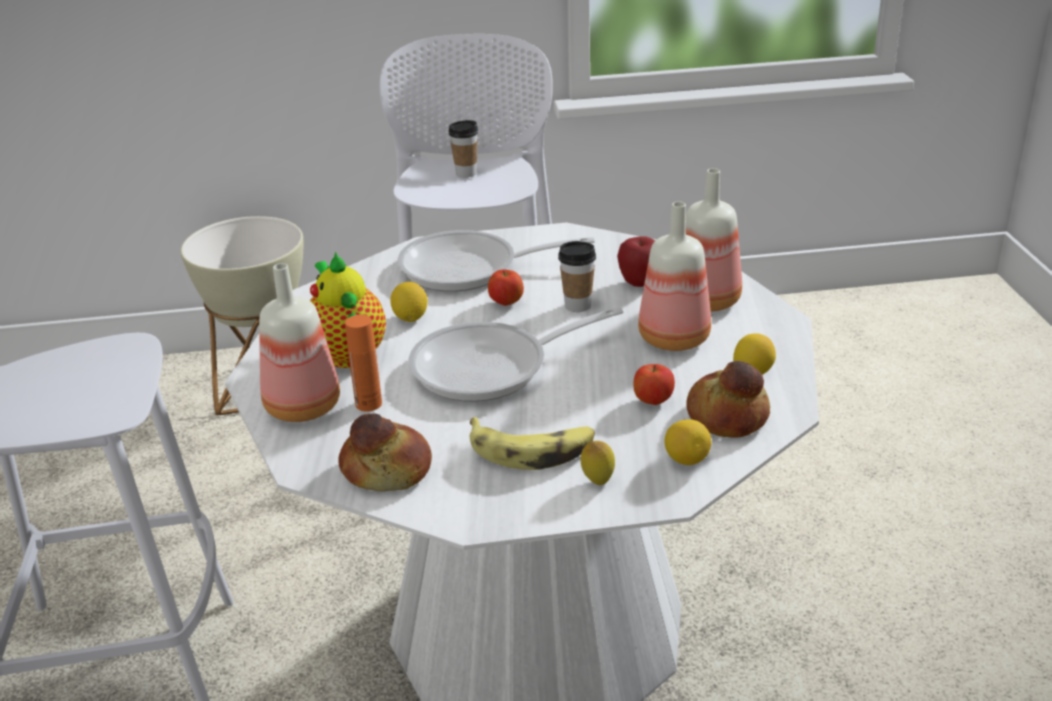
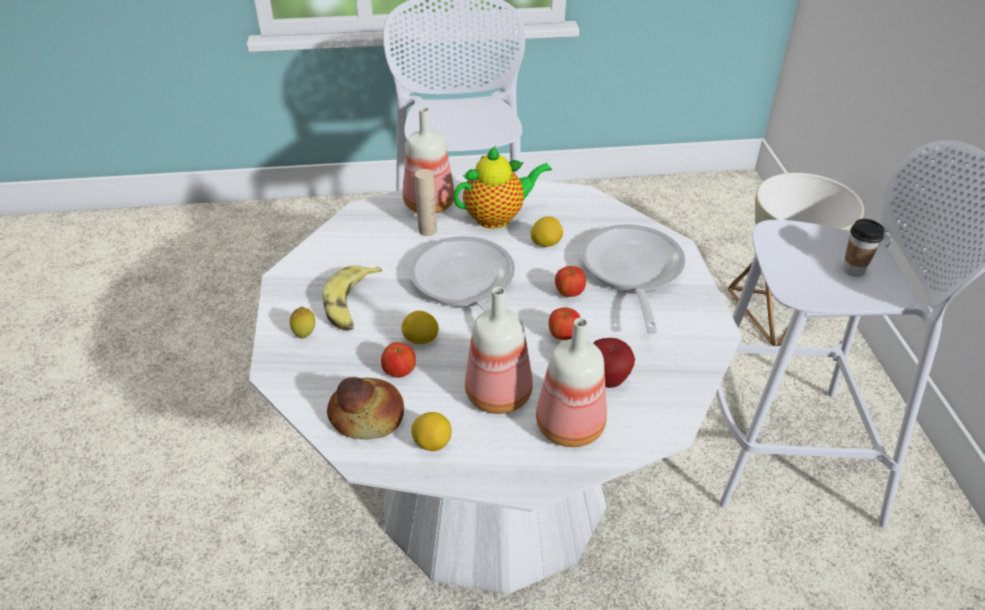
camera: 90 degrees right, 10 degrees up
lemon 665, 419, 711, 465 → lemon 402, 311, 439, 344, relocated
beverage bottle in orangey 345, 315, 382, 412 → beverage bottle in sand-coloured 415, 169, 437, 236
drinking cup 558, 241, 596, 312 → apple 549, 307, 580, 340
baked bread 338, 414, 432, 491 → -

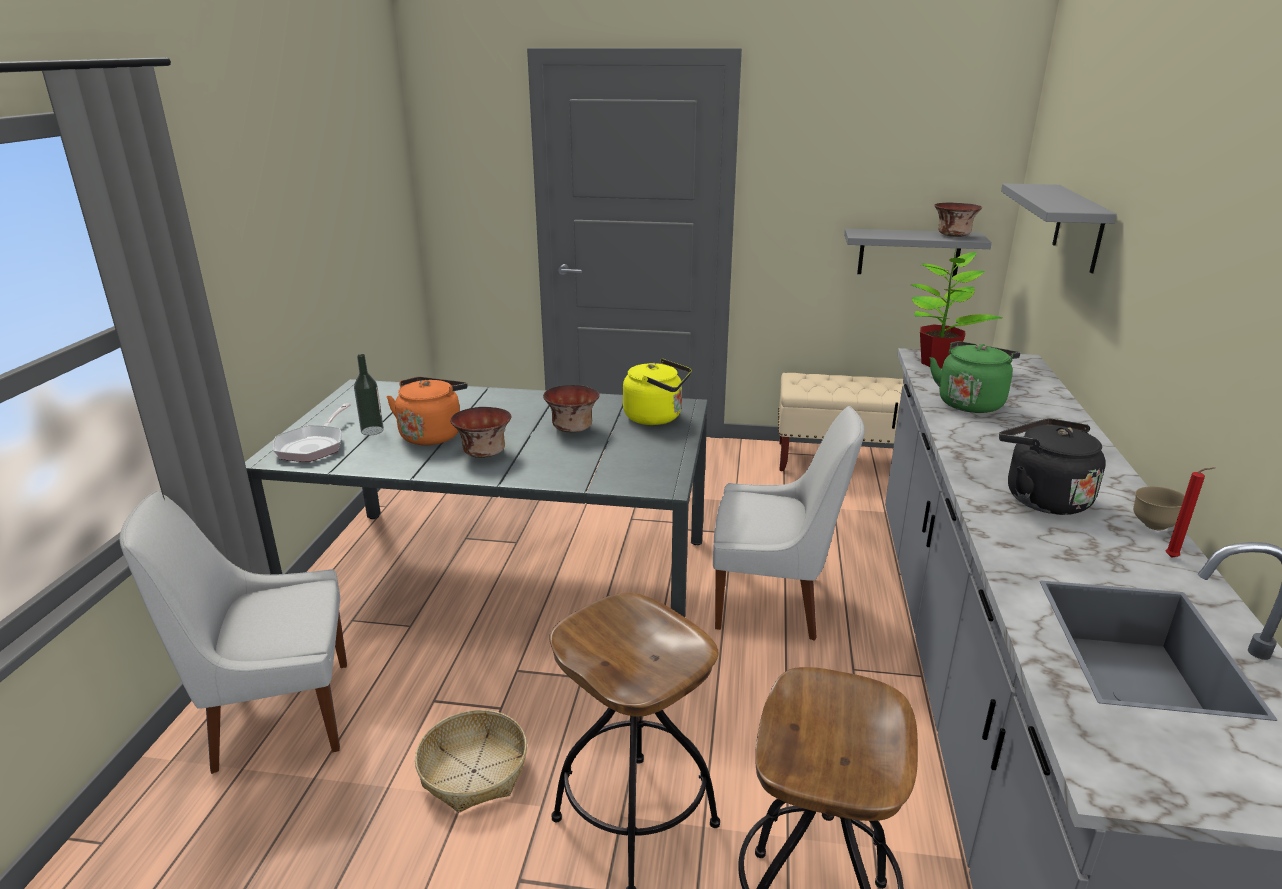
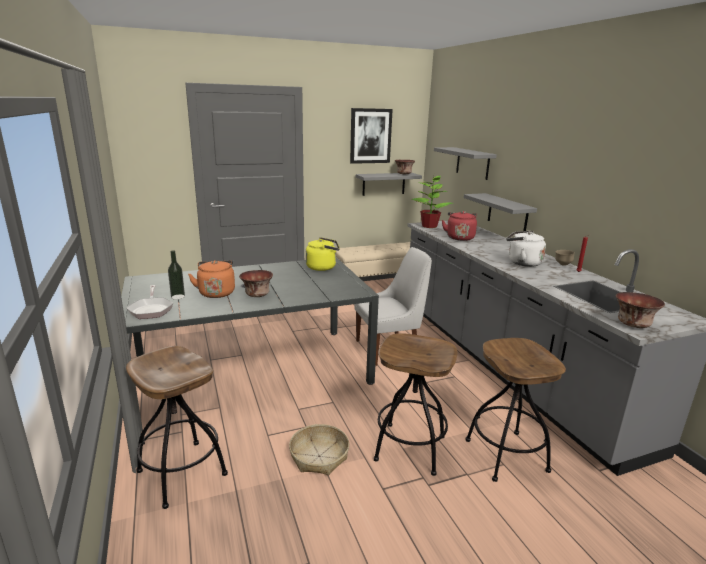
camera: 30 degrees left, 5 degrees down
plain chair in white 120, 491, 347, 774 → stool in brown 126, 346, 228, 509
- → wall art 350, 108, 393, 164
tea kettle in green-coloured 930, 341, 1020, 413 → tea kettle in red-coloured 442, 211, 477, 241
- → wall shelf in greyish 464, 193, 537, 231
tea kettle in black-coloured 999, 419, 1106, 515 → tea kettle in white 506, 231, 546, 267
serving bowl 543, 385, 600, 432 → serving bowl 616, 292, 665, 328, relocated

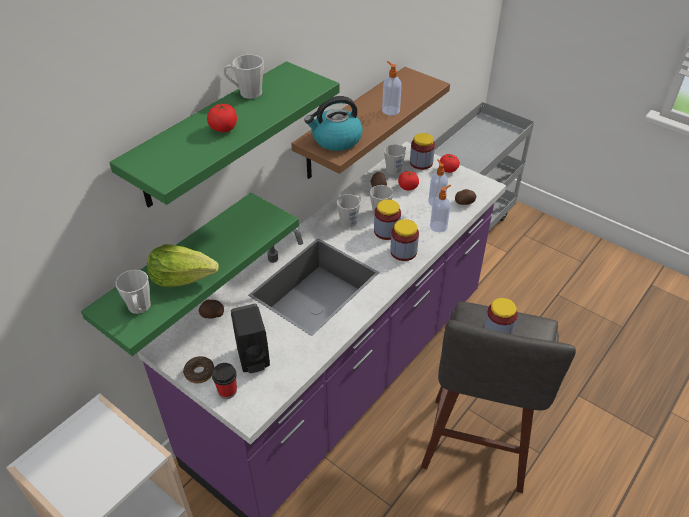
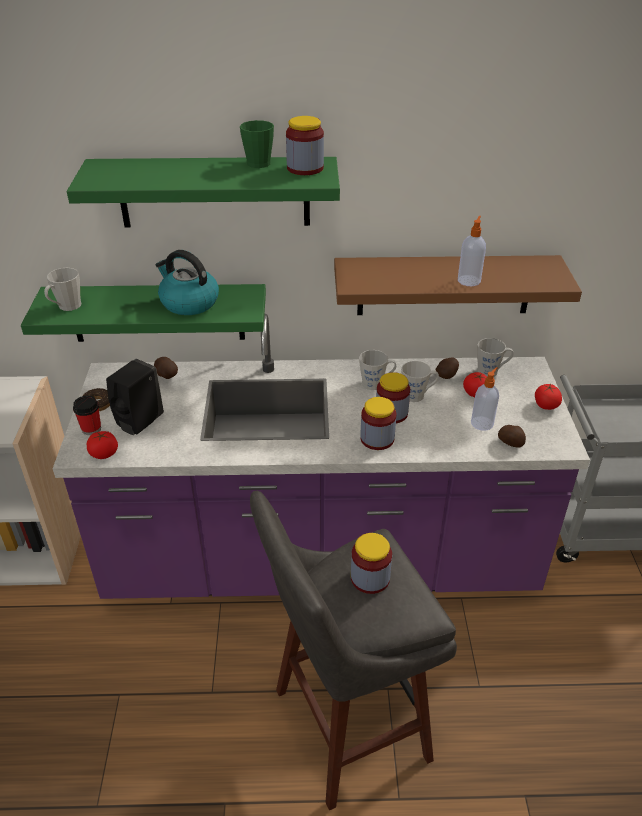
camera: 50 degrees right, 5 degrees down
fresh tomato 207, 103, 237, 132 → fresh tomato 87, 431, 118, 459, relocated
tea kettle 304, 96, 363, 151 → tea kettle 156, 250, 219, 315, relocated
coffee mug in greyish 224, 55, 264, 99 → coffee mug in green-coloured 240, 120, 274, 168
jar 410, 133, 435, 170 → jar 286, 116, 324, 175, relocated
lettuce 147, 244, 219, 287 → -
liquid soap bottle 430, 185, 451, 232 → -

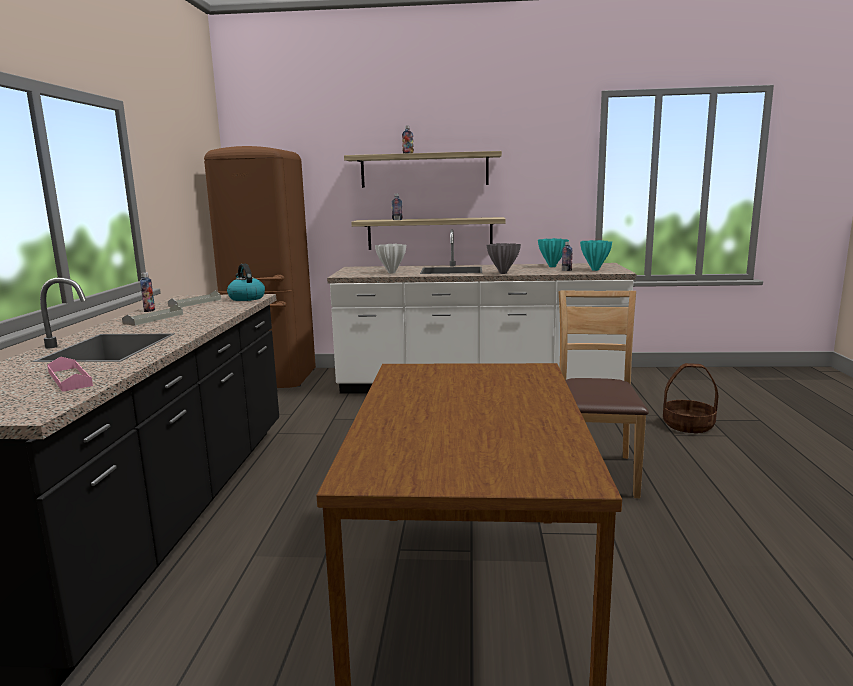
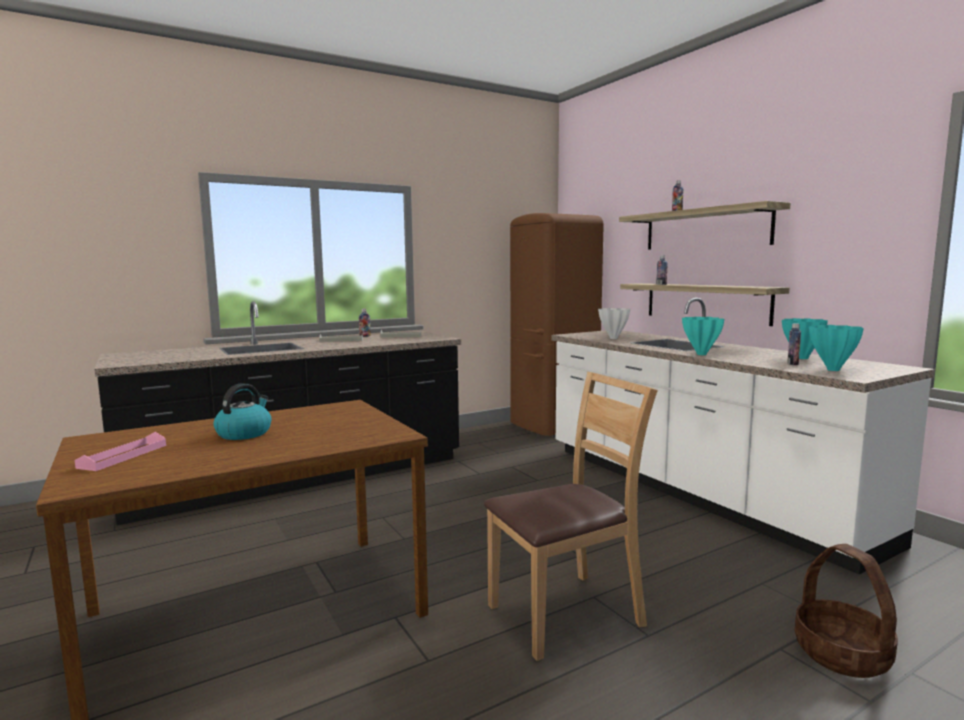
camera: 55 degrees right, 5 degrees down
serving tray in pinkish 47, 357, 93, 392 → serving tray in pinkish 75, 432, 166, 471, relocated
tea kettle 227, 264, 265, 301 → tea kettle 214, 383, 271, 440, relocated
vase in greyish 487, 243, 521, 274 → vase in turquoise-coloured 682, 317, 724, 355

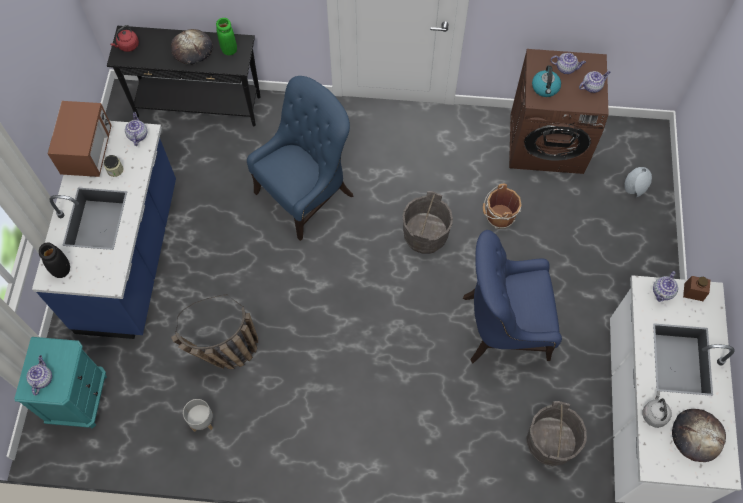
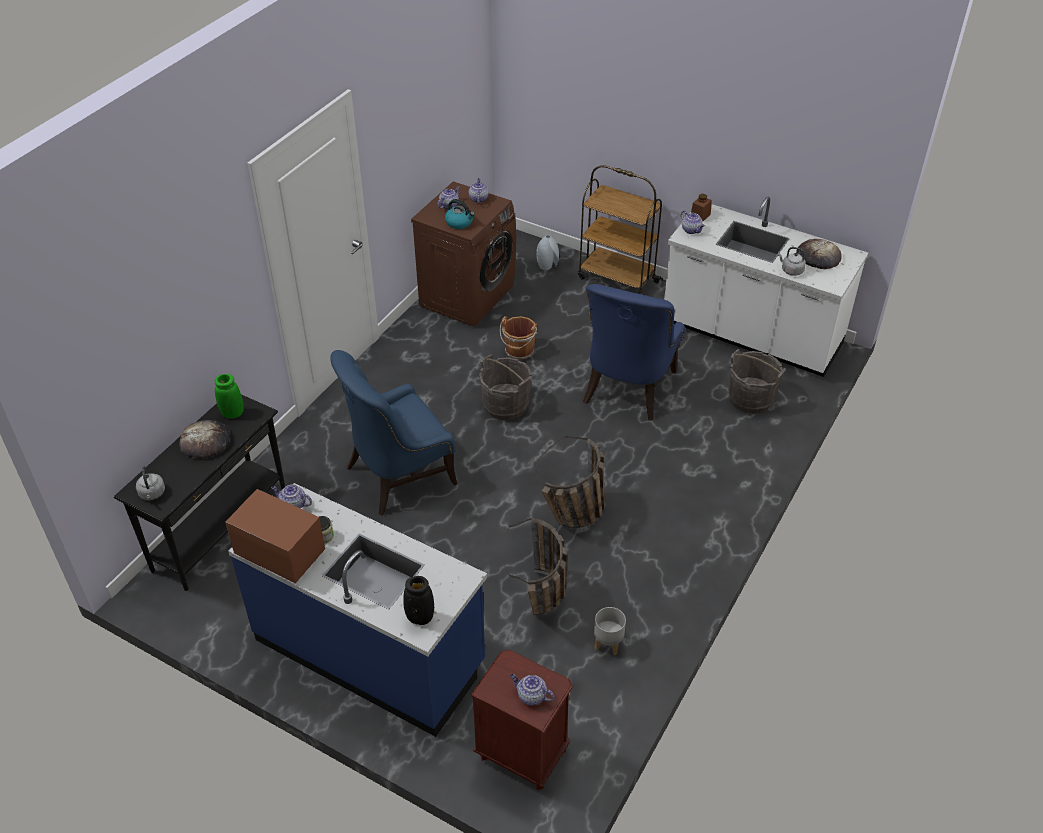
camera: 65 degrees left, 20 degrees down
tea kettle in red-coloured 110, 25, 139, 52 → tea kettle in greyish 136, 466, 165, 500
plain chair in bluish 247, 76, 354, 241 → plain chair in bluish 330, 350, 457, 516, 105 degrees counterclockwise
night table in turquoise-coloured 14, 337, 107, 429 → night table in brown 471, 650, 573, 790
- → basket 535, 436, 605, 528
- → trolley in brown 578, 165, 663, 295

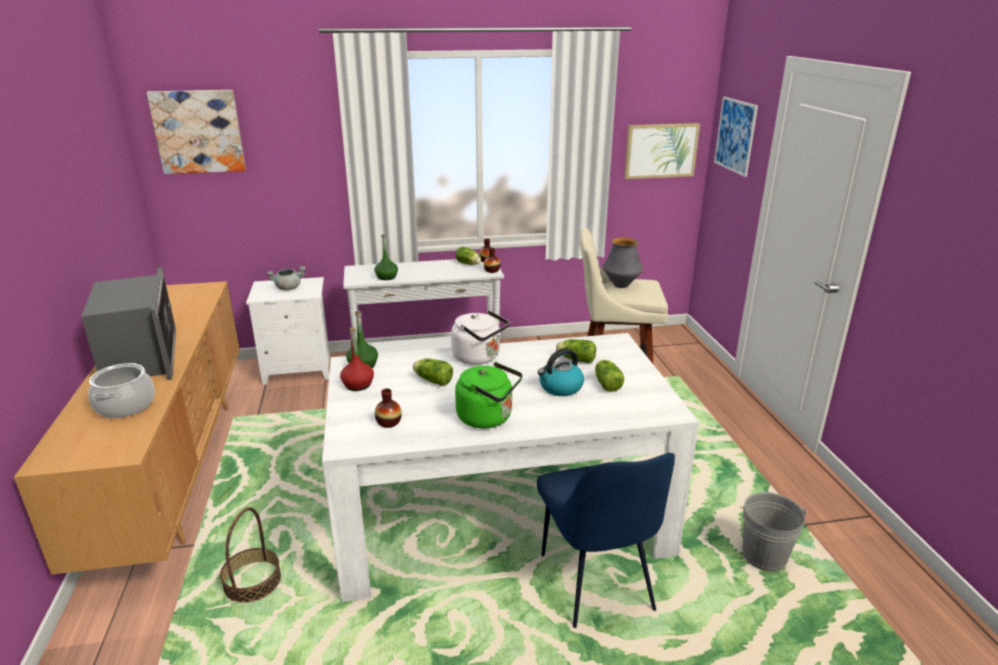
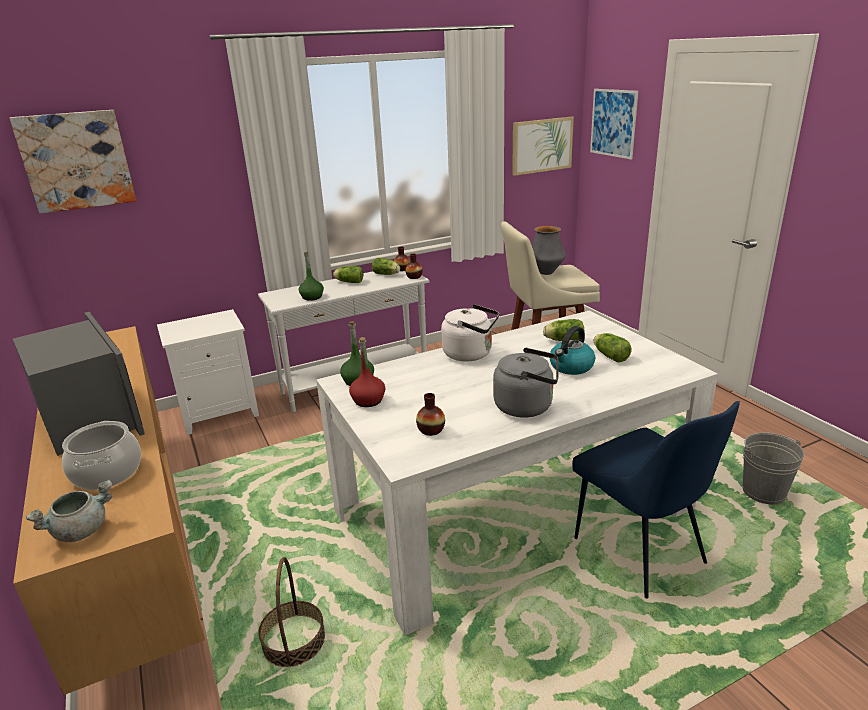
camera: 15 degrees left, 0 degrees up
cooking pot in greyish 267, 266, 305, 291 → cooking pot in greyish 26, 479, 112, 542, relocated
lettuce 413, 358, 453, 386 → lettuce 333, 266, 363, 283, relocated
tea kettle in green-coloured 455, 362, 523, 428 → tea kettle in greyish 493, 348, 558, 418

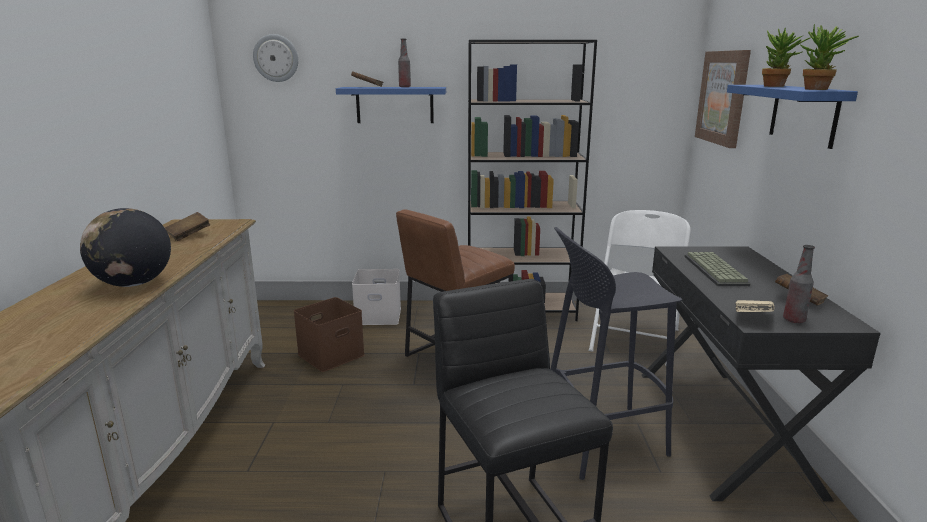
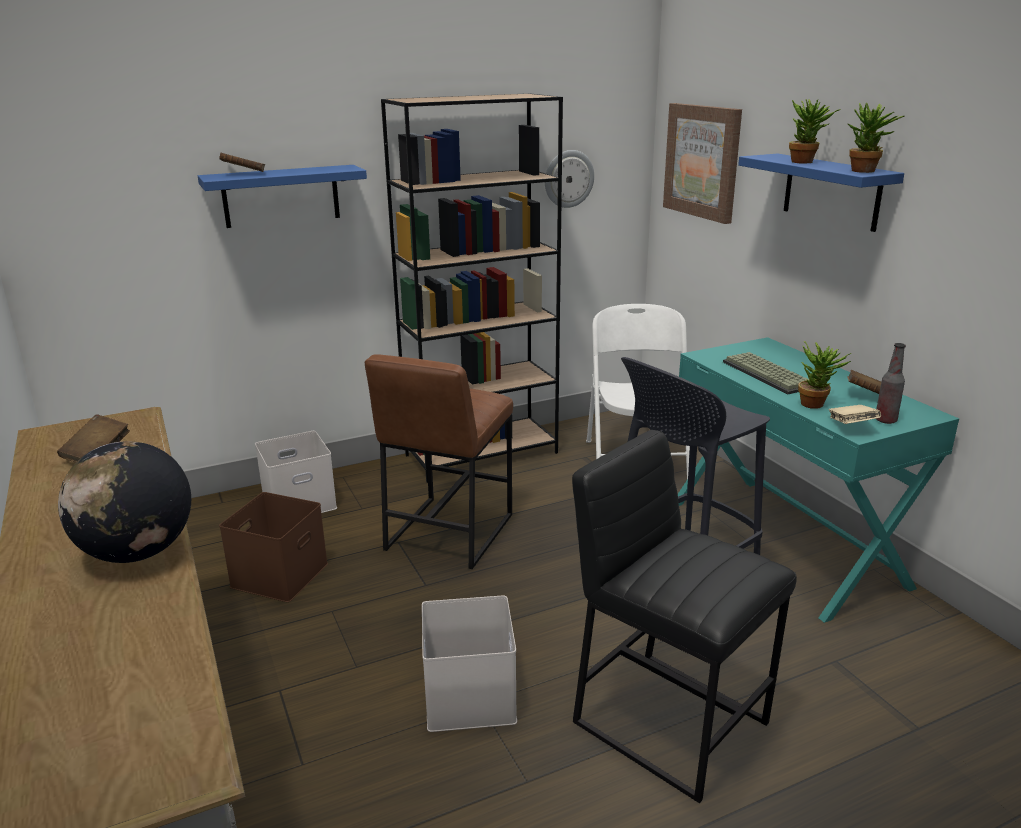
camera: 25 degrees left, 5 degrees up
- → storage box in white 422, 596, 517, 732
hanging clock 253, 34, 298, 82 → hanging clock 545, 150, 594, 208, relocated
desk table in black-coloured 642, 246, 881, 501 → desk table in turquoise-coloured 678, 337, 959, 623
- → houseplant 798, 341, 851, 409
beverage bottle 398, 39, 411, 87 → -

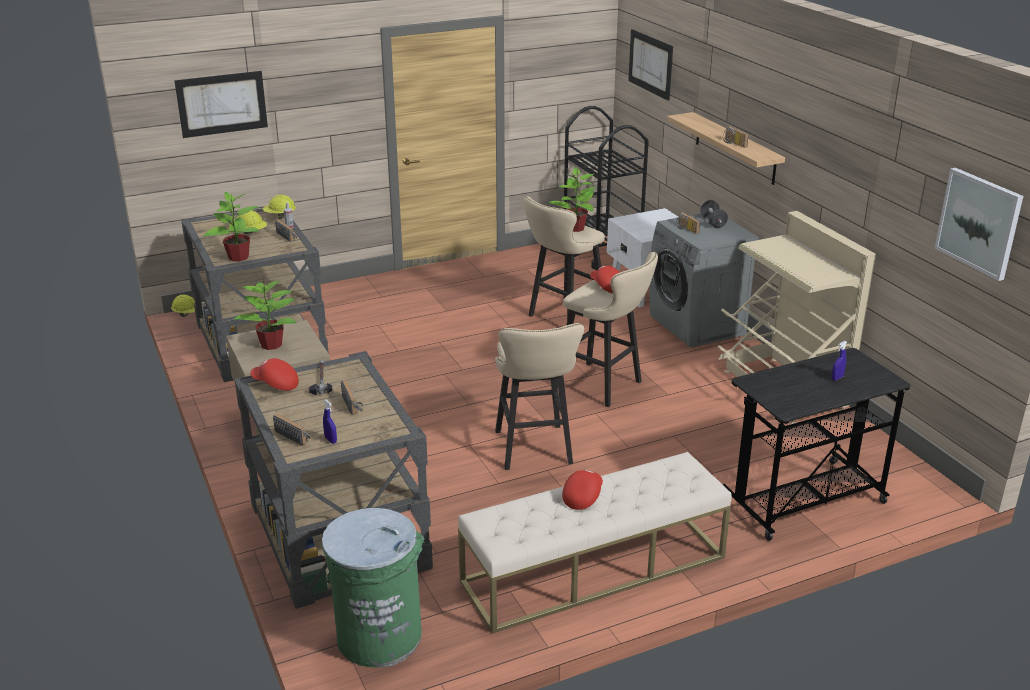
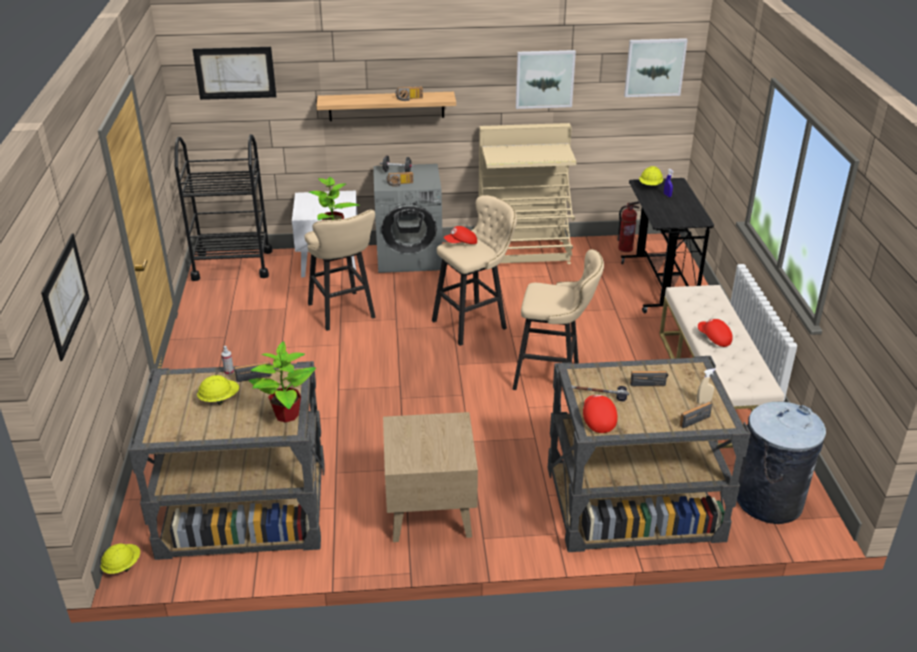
camera: 70 degrees left, 5 degrees up
- → wall art 516, 50, 576, 109
peaked cap in red-coloured 250, 358, 299, 391 → peaked cap in red-coloured 583, 395, 618, 433, 135 degrees clockwise
- → extinguisher 617, 201, 640, 252
hard hat in yellowish 262, 195, 296, 218 → hard hat in yellowish 639, 166, 663, 186, relocated
hand sprayer in bluish 323, 400, 337, 444 → hand sprayer in sand-coloured 697, 369, 716, 404
trash can in green-coloured 322, 508, 425, 668 → trash can in greyish 737, 402, 826, 524
houseplant 234, 278, 297, 350 → -

